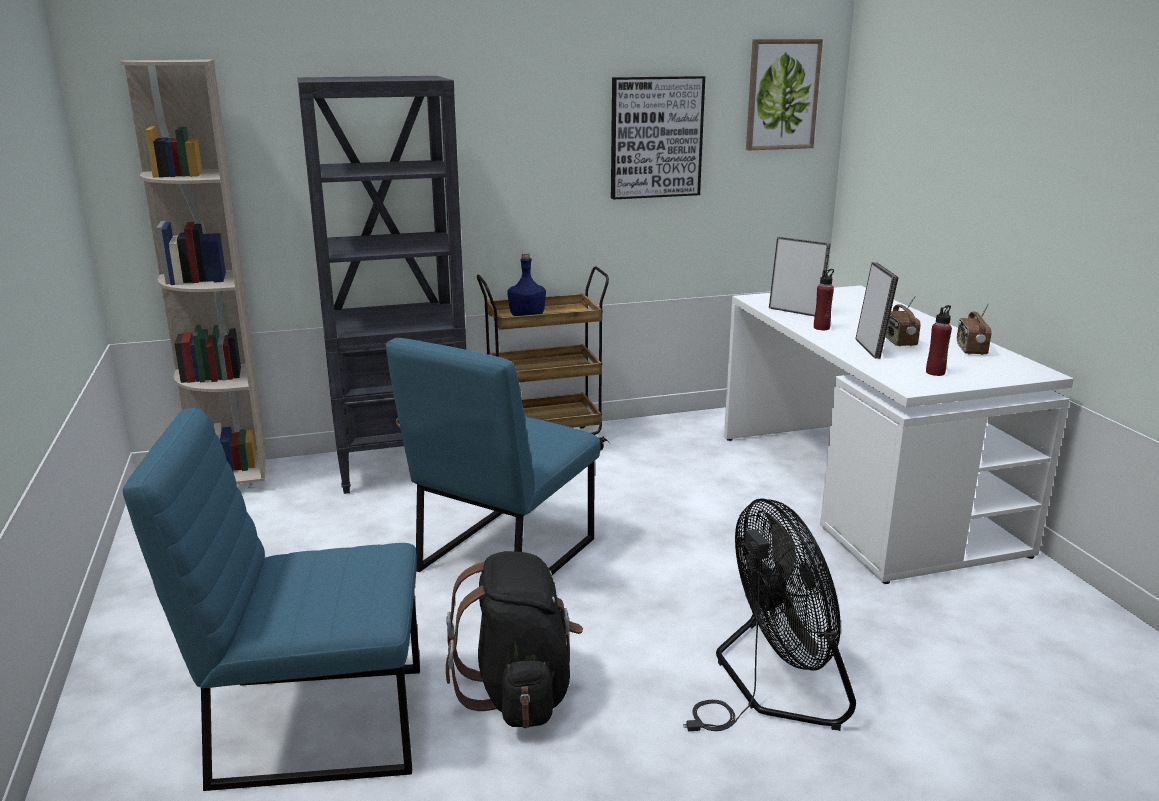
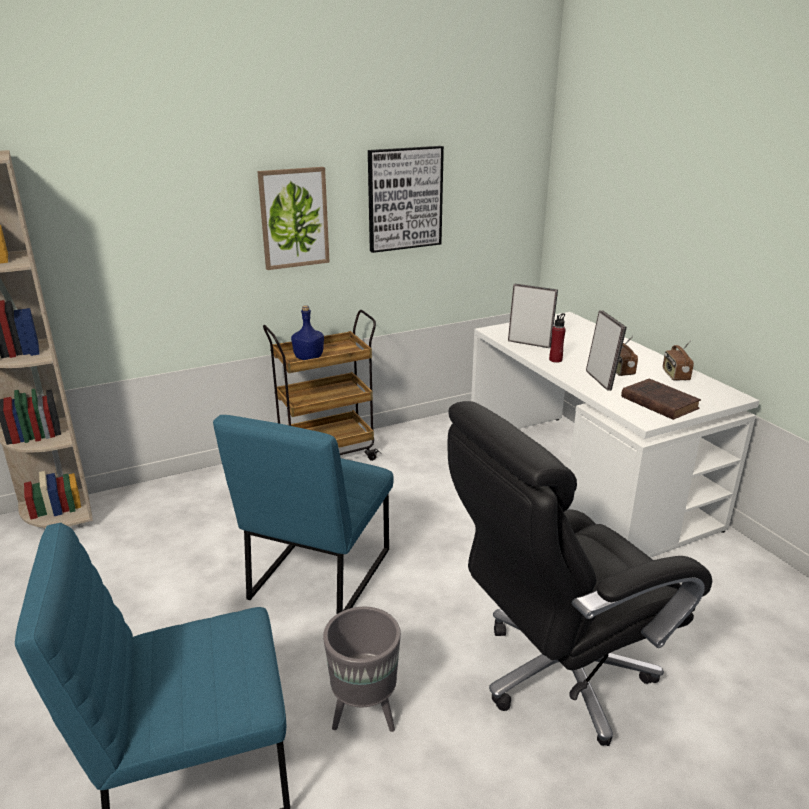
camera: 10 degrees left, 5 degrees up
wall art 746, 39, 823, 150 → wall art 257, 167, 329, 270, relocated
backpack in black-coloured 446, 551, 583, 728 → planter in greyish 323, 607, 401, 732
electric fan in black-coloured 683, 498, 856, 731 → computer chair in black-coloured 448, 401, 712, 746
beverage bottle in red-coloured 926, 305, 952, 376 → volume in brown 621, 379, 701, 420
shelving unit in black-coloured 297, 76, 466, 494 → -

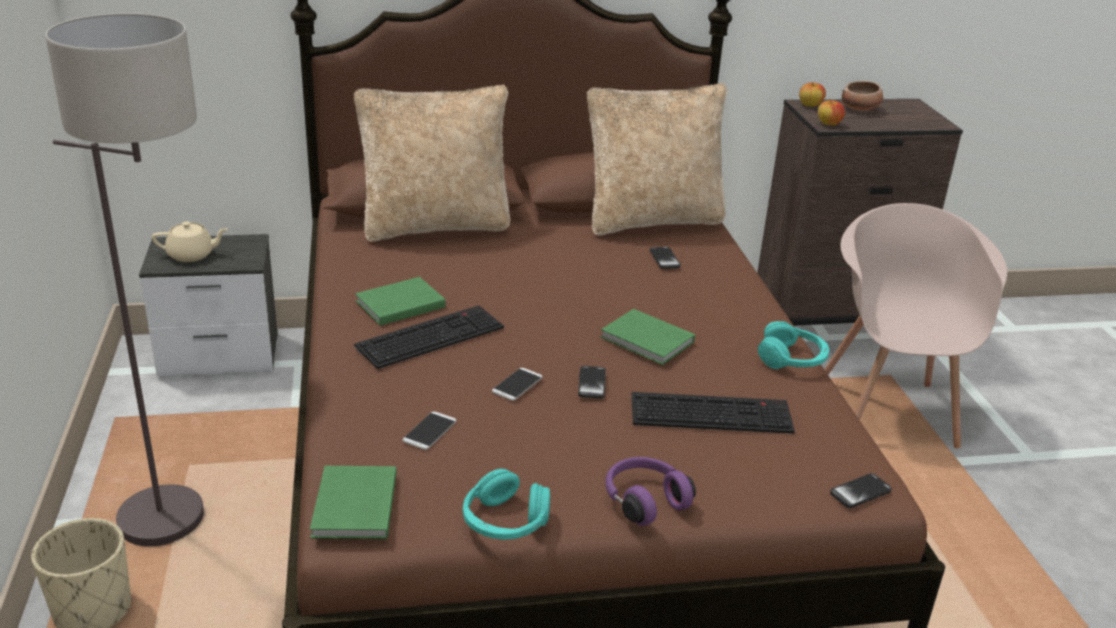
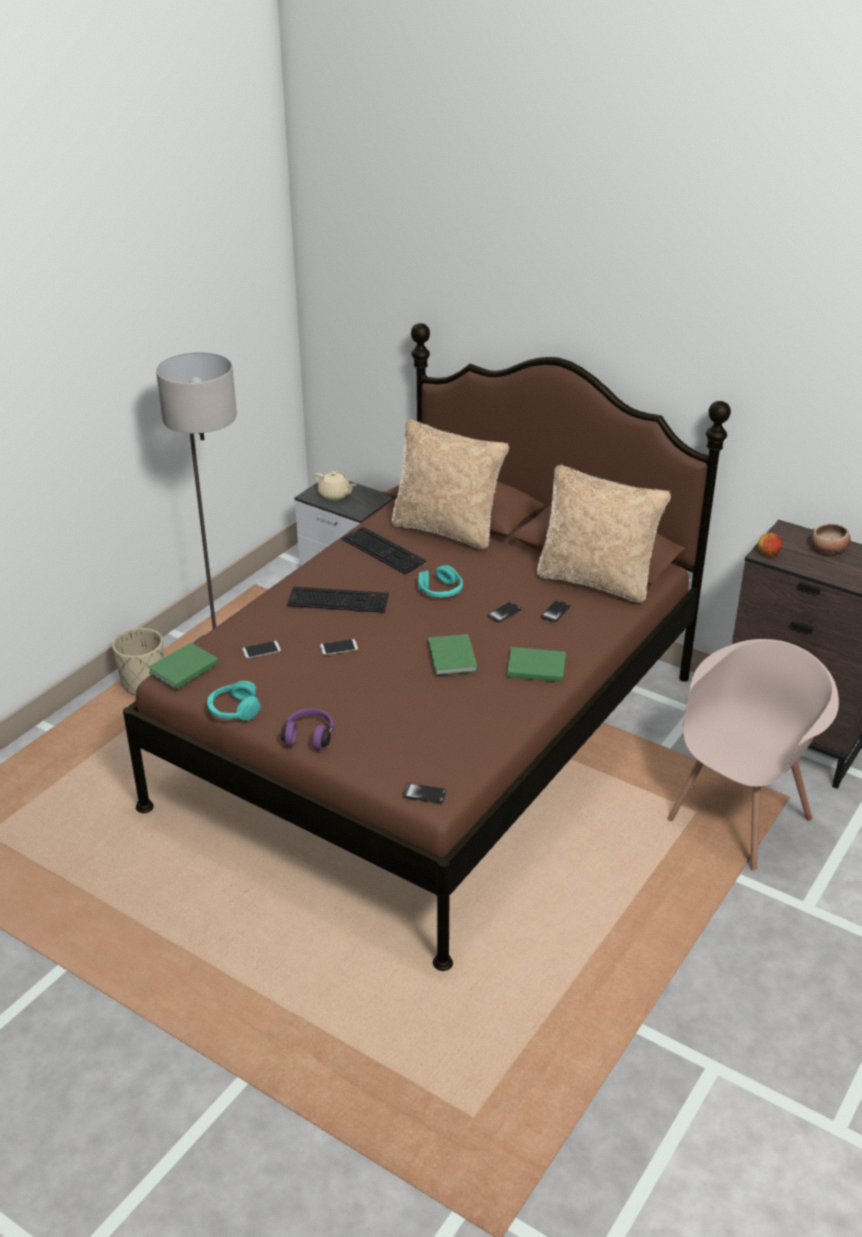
camera: 45 degrees right, 5 degrees up
computer keyboard 631, 392, 795, 434 → computer keyboard 341, 527, 427, 574, relocated
headset in turquoise-coloured 758, 321, 829, 369 → headset in turquoise-coloured 418, 565, 463, 598, relocated
phone 578, 366, 606, 399 → phone 488, 602, 521, 622, relocated
volume in green-coloured 355, 277, 446, 326 → volume in green-coloured 507, 647, 566, 682, relocated
apple 799, 82, 826, 107 → -

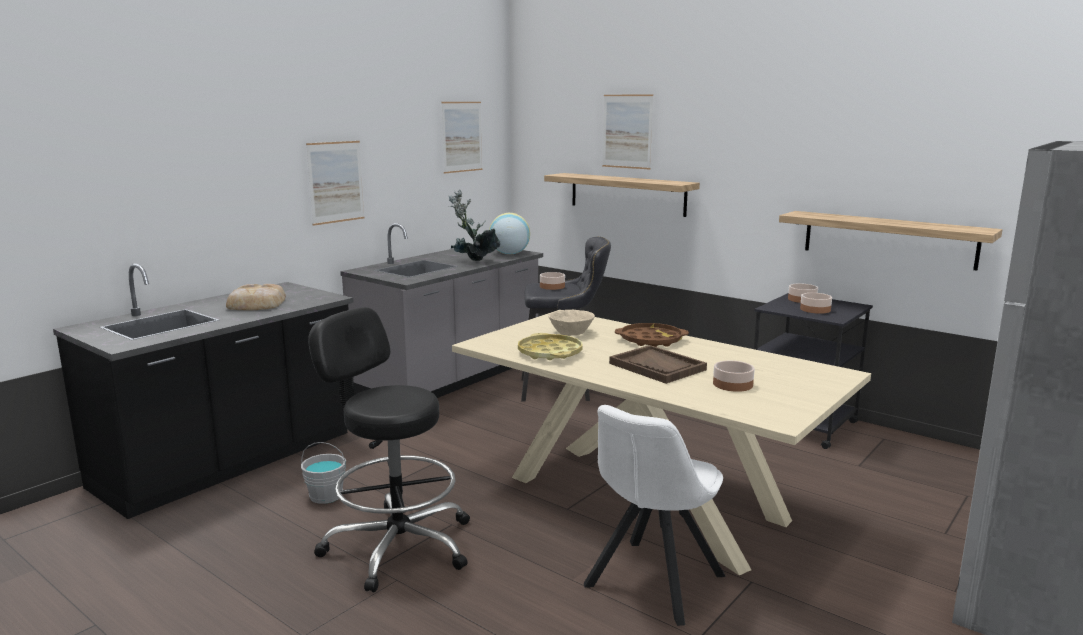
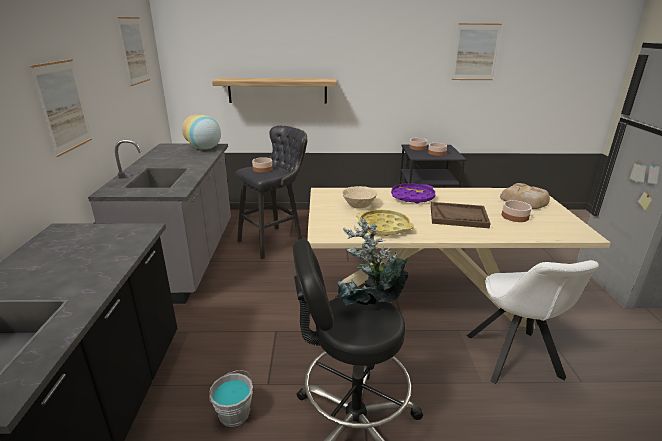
camera: 40 degrees left, 10 degrees up
houseplant 448, 190, 500, 261 → houseplant 336, 217, 408, 305, relocated
serving tray in brown 615, 323, 689, 347 → serving tray in purple-coloured 391, 183, 435, 203
wall art 602, 95, 653, 169 → wall art 452, 23, 502, 80, relocated
baked bread 226, 284, 286, 310 → baked bread 500, 183, 550, 209, relocated
wall shelf 779, 211, 1002, 271 → -

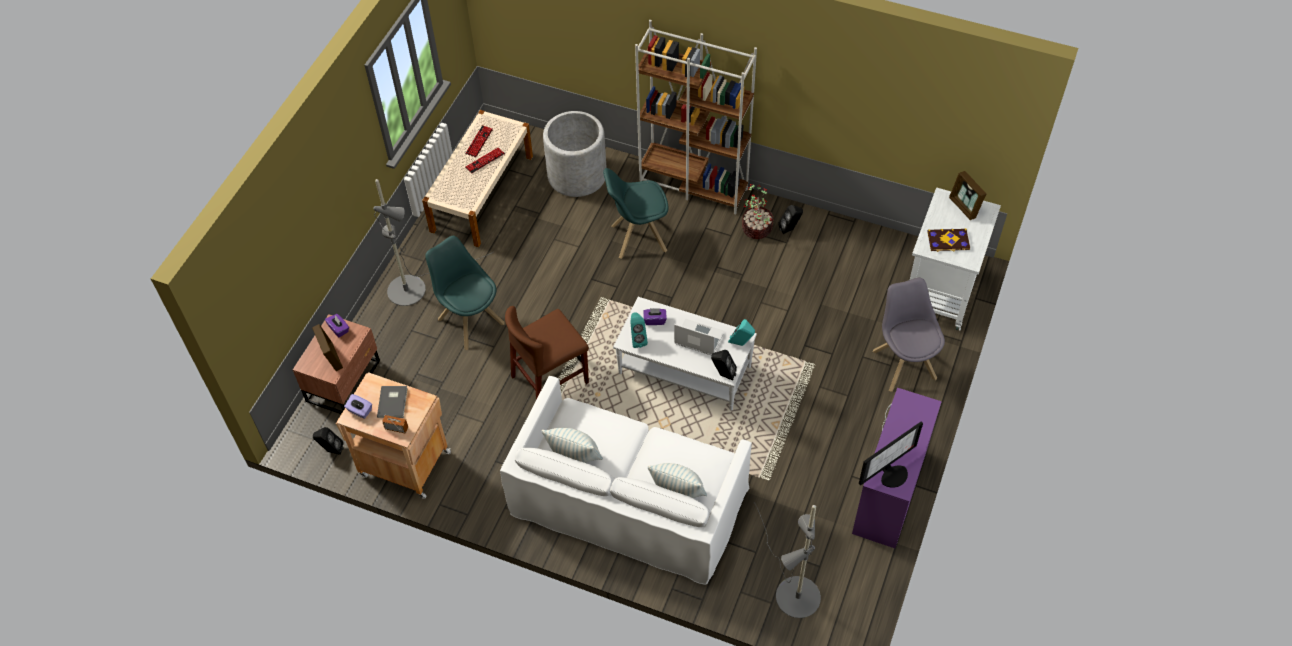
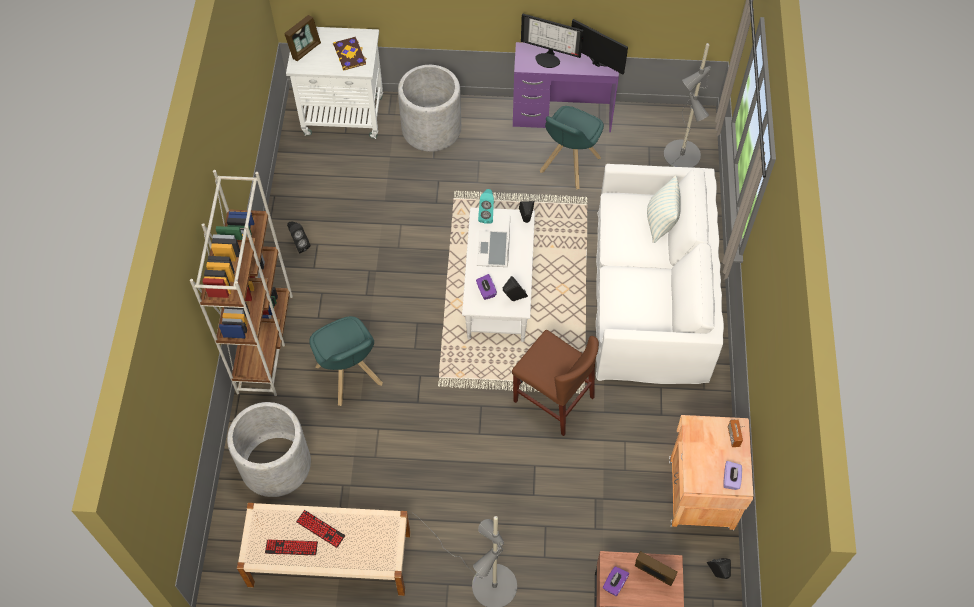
camera: 110 degrees left, 5 degrees up
plain chair in greyish 872, 278, 945, 392 → planter in greyish 398, 65, 461, 152
loudspeaker in turquoise-coloured 630, 312, 648, 348 → loudspeaker in black-coloured 503, 276, 528, 301
- → monitor 521, 14, 584, 68
plain chair in turquoise-coloured 425, 236, 505, 350 → plain chair in turquoise-coloured 540, 106, 604, 190, relocated
photo frame 312, 324, 343, 371 → photo frame 635, 551, 678, 586, 75 degrees clockwise
volume in greyish 377, 386, 407, 418 → -
cushion 542, 428, 603, 463 → -
houseplant 742, 184, 774, 239 → -

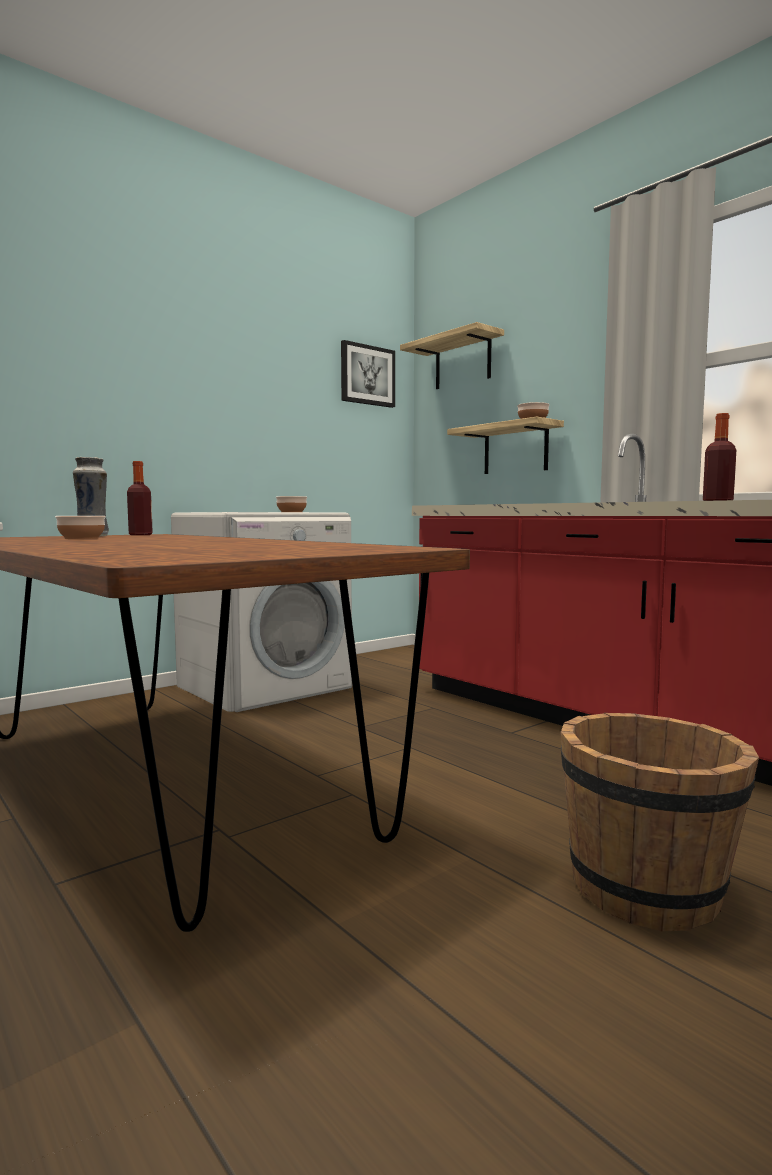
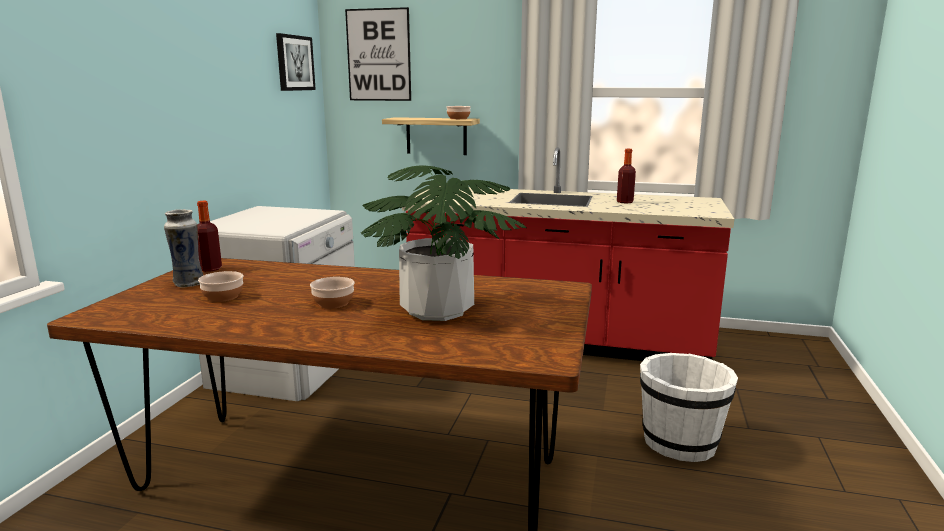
camera: 35 degrees left, 10 degrees up
serving bowl 276, 496, 307, 512 → serving bowl 310, 277, 355, 309, relocated
wall shelf 400, 322, 504, 389 → wall art 345, 7, 411, 101
- → houseplant 361, 165, 527, 321
water bucket in brown 560, 713, 759, 931 → water bucket in white 640, 353, 738, 462

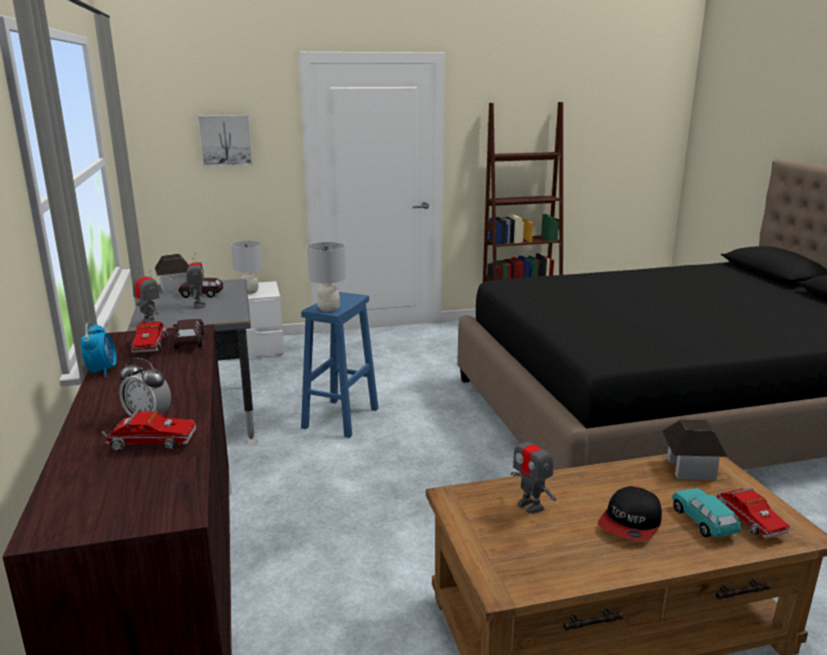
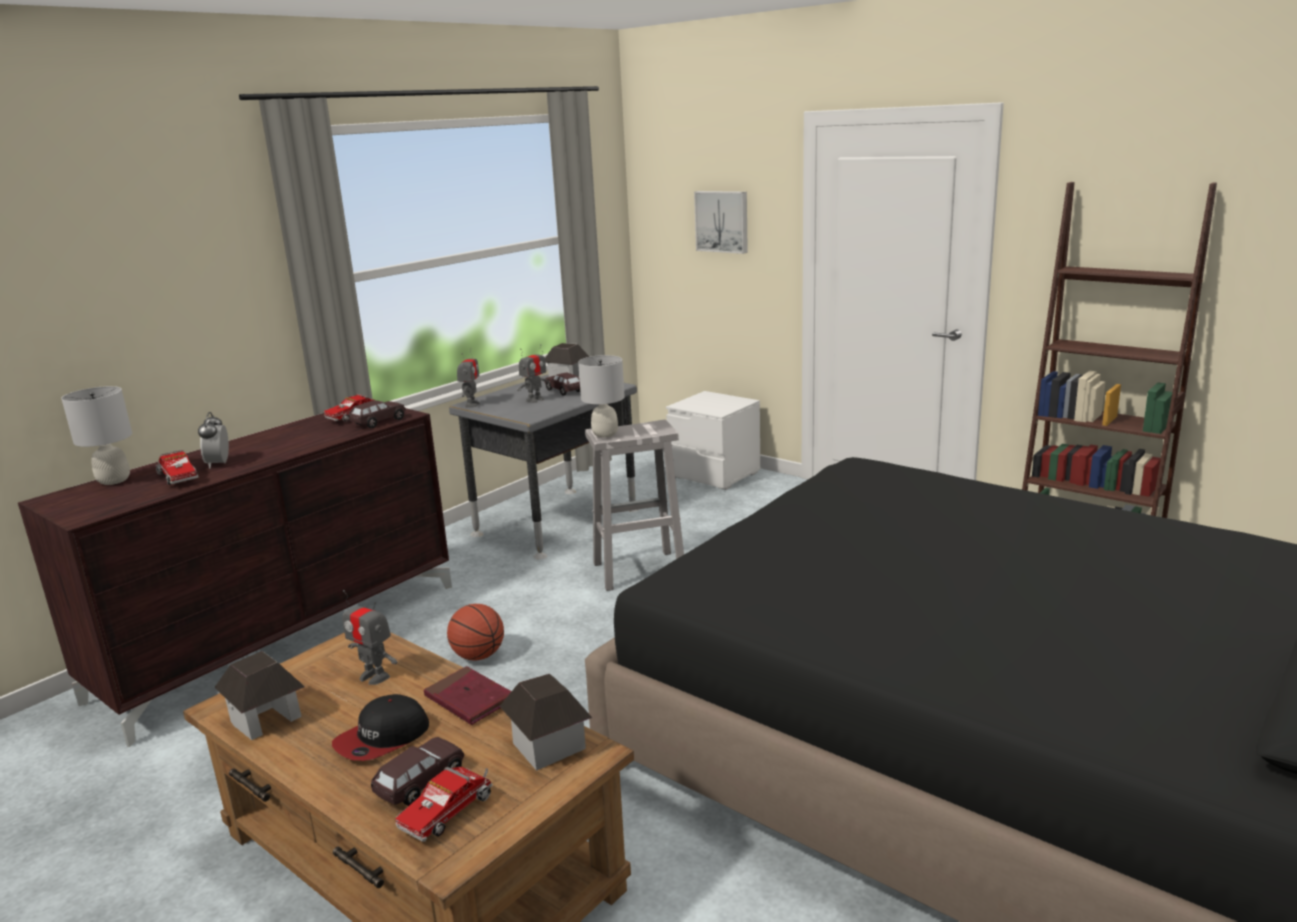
camera: 55 degrees right, 0 degrees up
table lamp in greyish 232, 241, 262, 294 → table lamp in greyish 61, 386, 132, 485, relocated
- → toy house 214, 651, 305, 740
peaked cap 598, 486, 662, 541 → peaked cap 332, 694, 429, 761, 45 degrees counterclockwise
robot figure 511, 426, 556, 514 → robot figure 342, 590, 397, 685, 75 degrees counterclockwise
toy car in turquoise-coloured 672, 488, 741, 538 → toy car in brown 371, 737, 464, 806
- → volume in red-coloured 424, 666, 512, 725
- → basketball ball 447, 604, 504, 661
stool in bluish 301, 292, 378, 438 → stool in white 585, 420, 684, 591
table clock 81, 323, 117, 377 → -

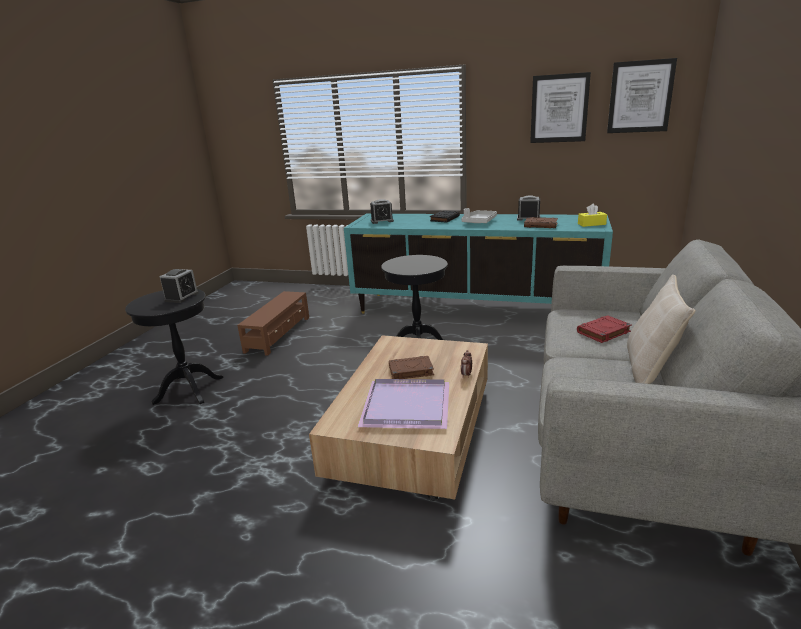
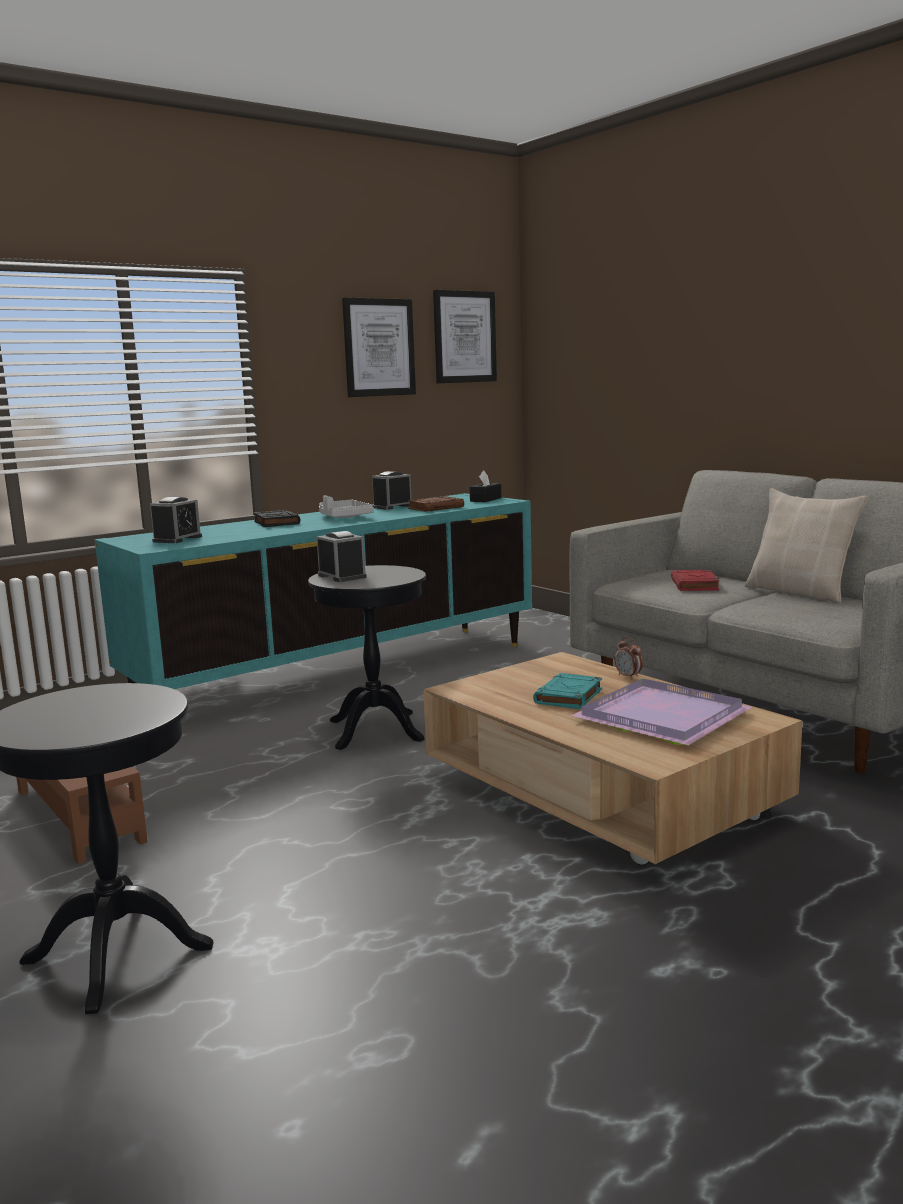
camera: 55 degrees left, 10 degrees down
table clock 160, 269, 199, 303 → table clock 316, 531, 367, 582, relocated
tissue box in yellowish 578, 203, 607, 227 → tissue box in black-coloured 470, 471, 501, 502
volume in brown 389, 356, 434, 379 → volume in turquoise-coloured 533, 673, 602, 709

